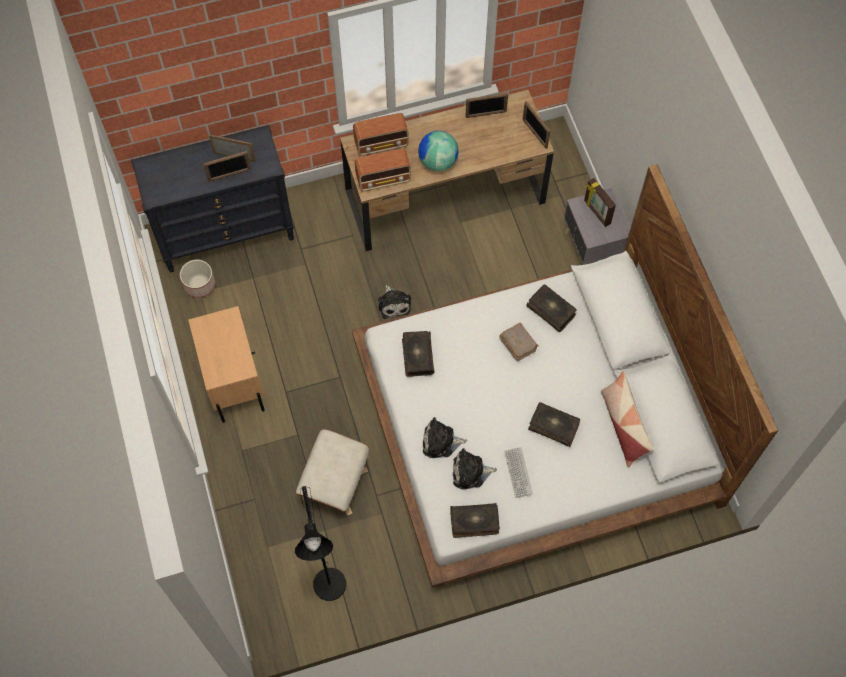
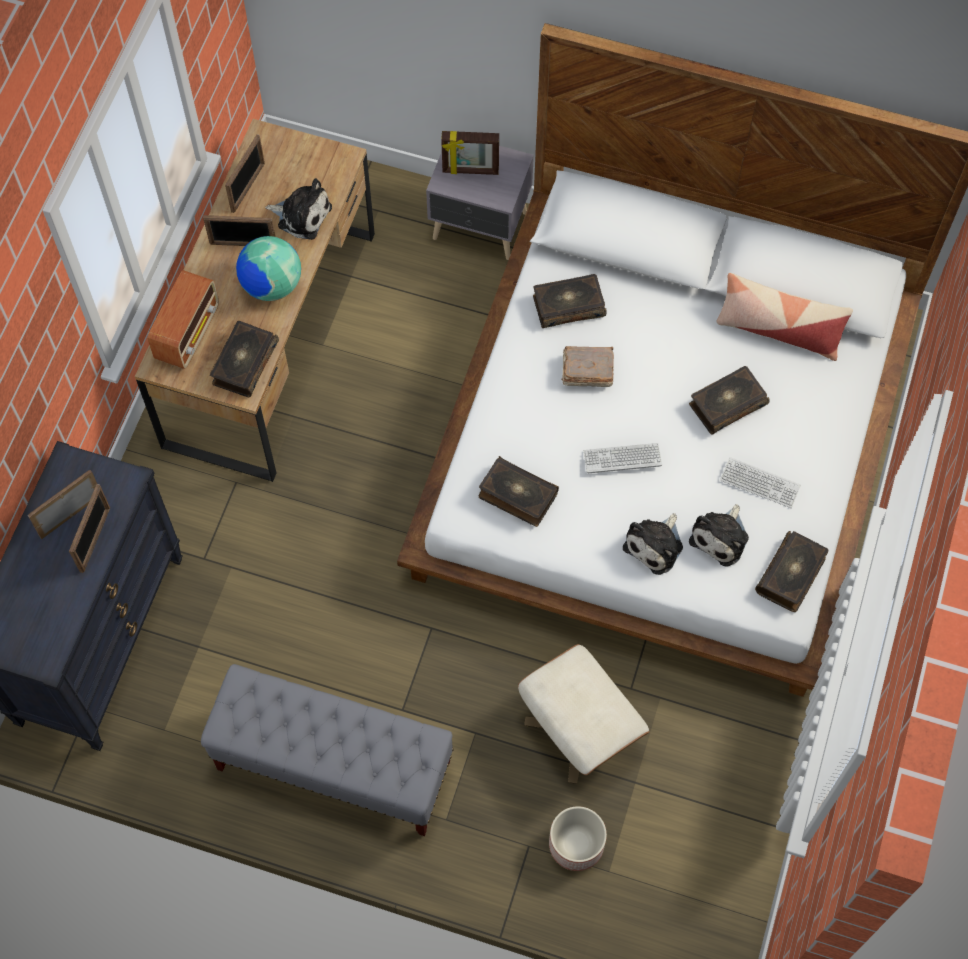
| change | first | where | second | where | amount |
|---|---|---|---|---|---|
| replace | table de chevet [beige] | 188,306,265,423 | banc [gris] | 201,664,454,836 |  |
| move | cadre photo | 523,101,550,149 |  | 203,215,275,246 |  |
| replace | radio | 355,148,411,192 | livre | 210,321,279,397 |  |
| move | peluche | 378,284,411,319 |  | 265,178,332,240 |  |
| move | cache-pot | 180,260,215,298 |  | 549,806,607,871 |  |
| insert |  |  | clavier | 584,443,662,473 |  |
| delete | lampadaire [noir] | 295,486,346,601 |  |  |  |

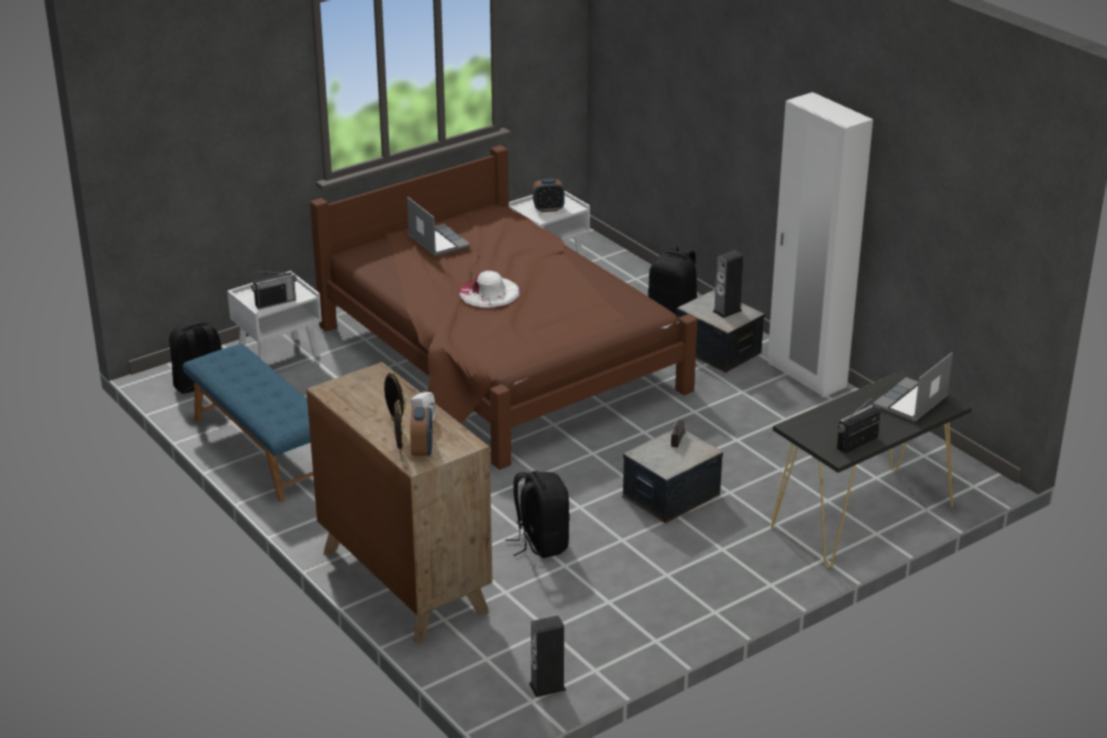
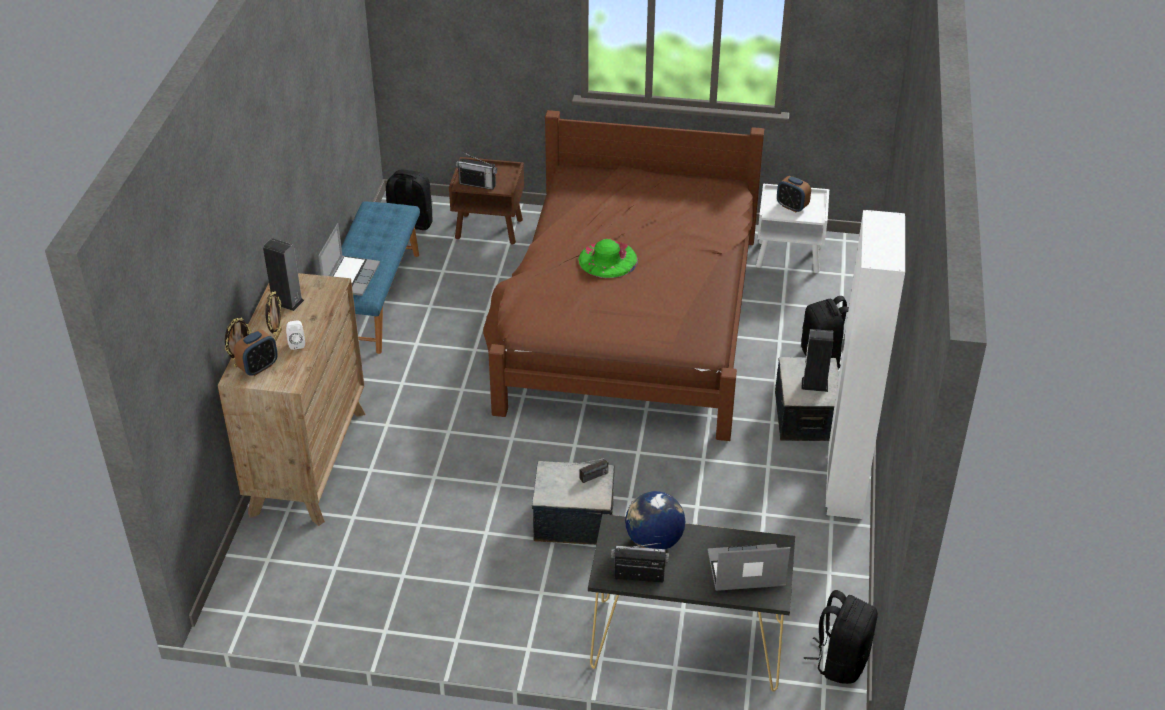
| change | first | where | second | where | amount |
|---|---|---|---|---|---|
| move | enceinte | 529,615,566,697 |  | 263,238,304,311 |  |
| move | ordinateur portable | 407,197,470,256 |  | 318,223,380,296 |  |
| recolor | table de chevet [blanc] | 227,271,322,362 | table de chevet [marron] | 449,157,524,244 |  |
| recolor | chapeau [blanc] | 459,271,520,307 | chapeau [vert] | 578,238,638,278 |  |
| insert |  |  | globe | 625,491,685,549 |  |
| move | sac à dos [noir] | 505,471,570,558 |  | 804,590,878,684 |  |

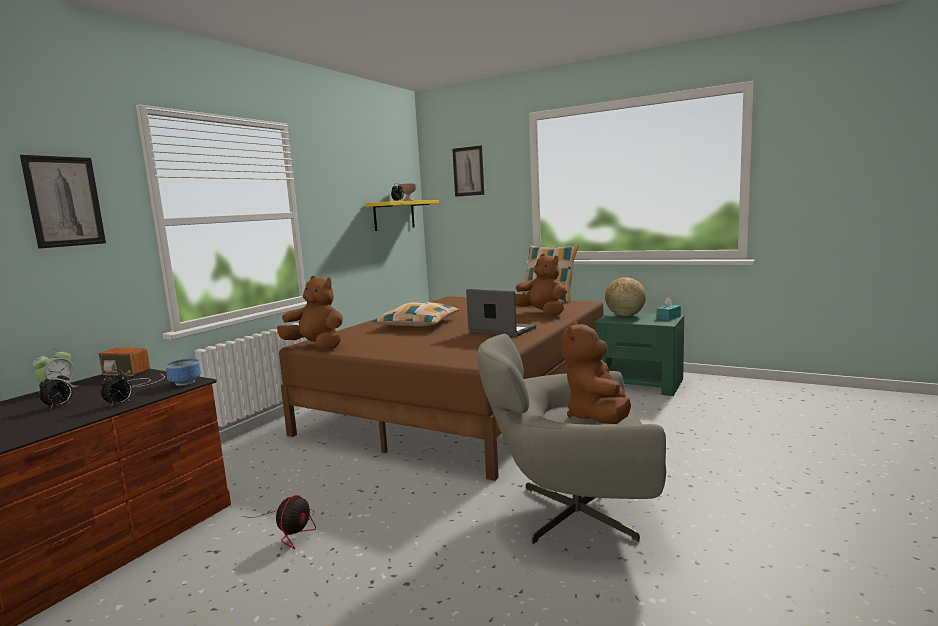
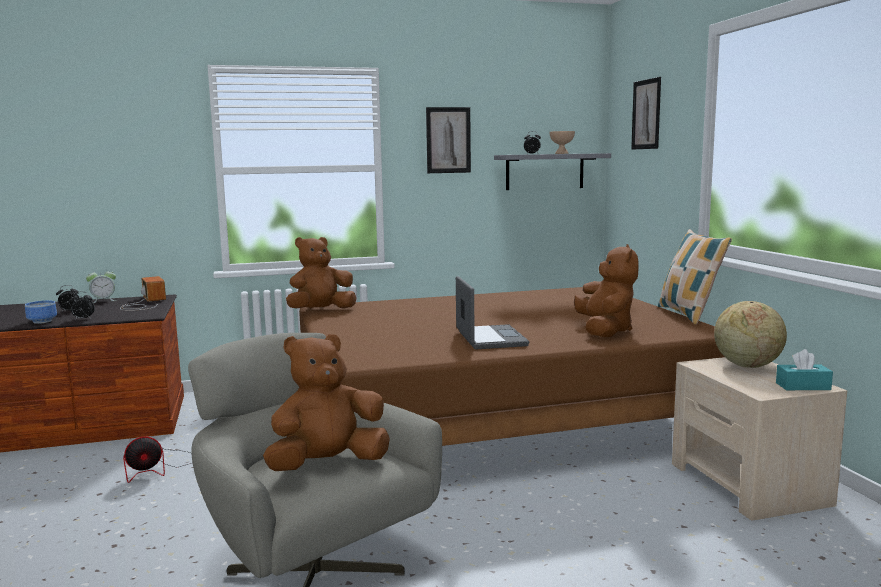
| change | first | where | second | where | amount |
|---|---|---|---|---|---|
| move | bol | 166,358,201,386 |  | 25,301,57,324 |  |
| rotate | peluche [marron] | 277,276,343,349 |  | 286,237,356,309 | 105 degrees counterclockwise |
| move | tableau | 20,155,106,249 |  | 426,107,471,173 |  |
| recolor | étagère [jaune] | 366,200,439,231 | étagère [gris] | 494,153,611,190 |  |
| recolor | table de chevet [vert] | 595,312,684,396 | table de chevet [beige] | 672,357,847,520 |  |
| delete | coussin | 372,302,460,327 |  |  |  |

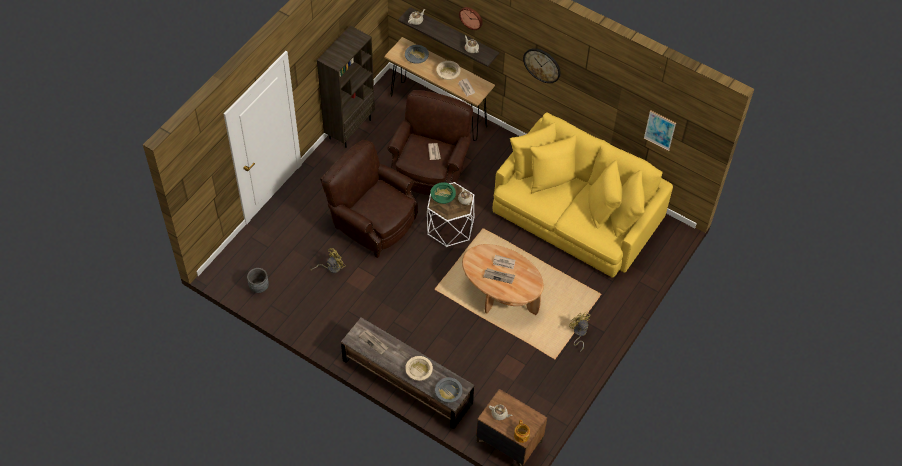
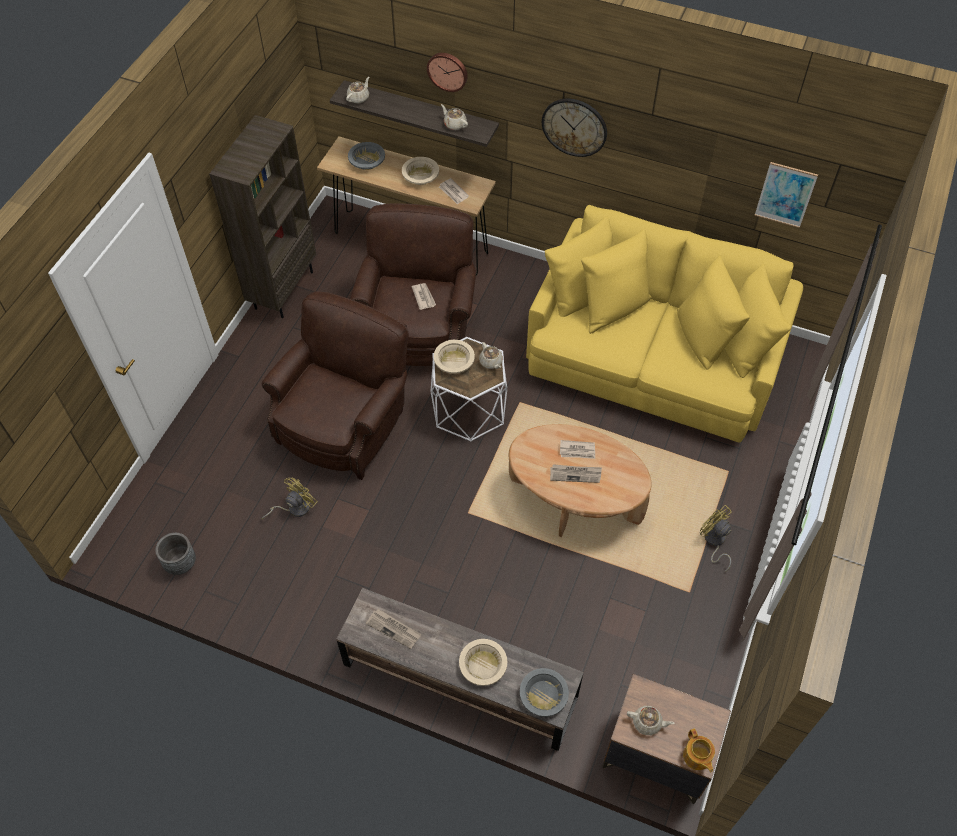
| change | first | where | second | where | amount |
|---|---|---|---|---|---|
| rotate | fauteuil [marron] | 320,140,418,258 |  | 262,291,409,480 | 90 degrees clockwise |
| recolor | bol [vert] | 431,182,456,204 | bol [beige] | 434,340,475,374 |  |

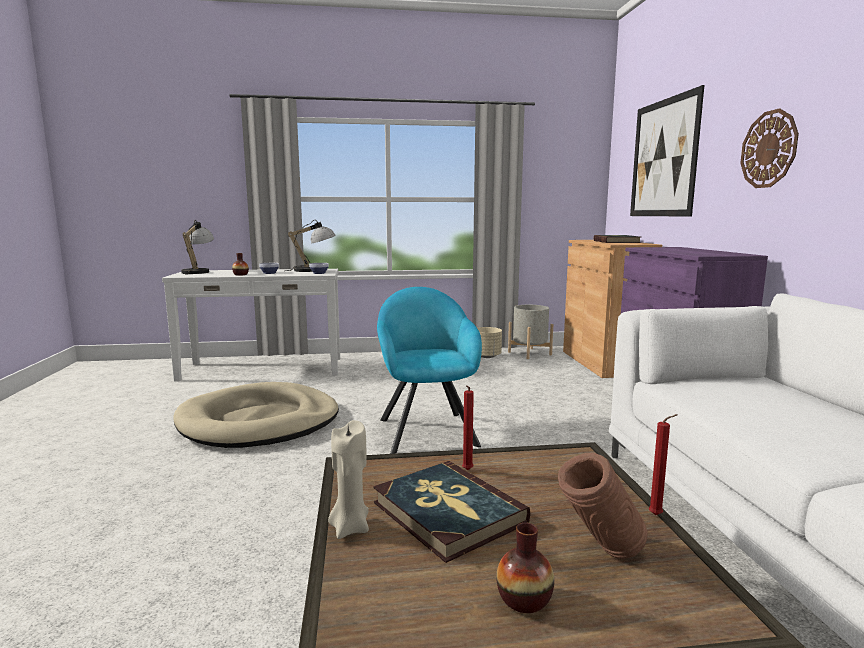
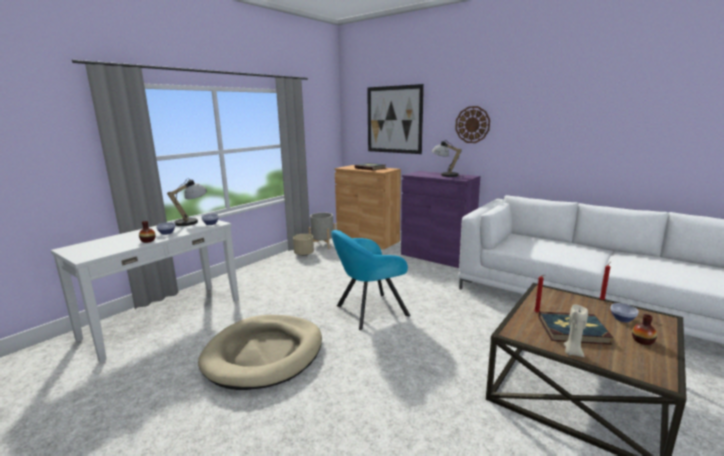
| change | first | where | second | where | amount |
|---|---|---|---|---|---|
| rotate | fauteuil [turquoise] | 377,287,482,454 |  | 331,230,410,330 | 60 degrees counterclockwise |
| move | lampe de table | 181,220,214,275 |  | 432,140,463,177 |  |
| replace | vase [marron] | 558,453,647,559 | bol | 611,303,638,322 |  |

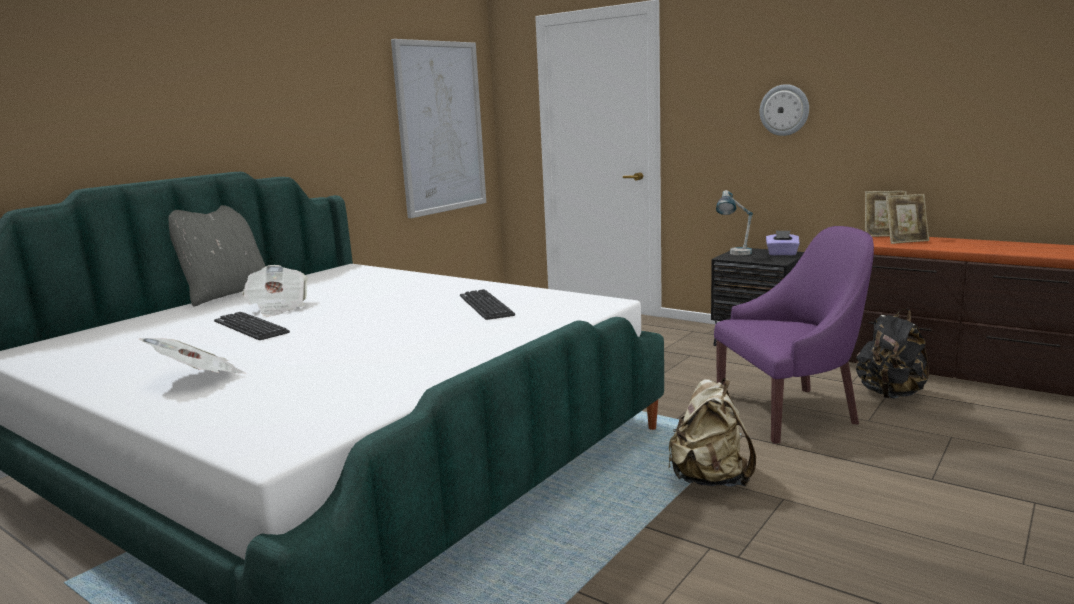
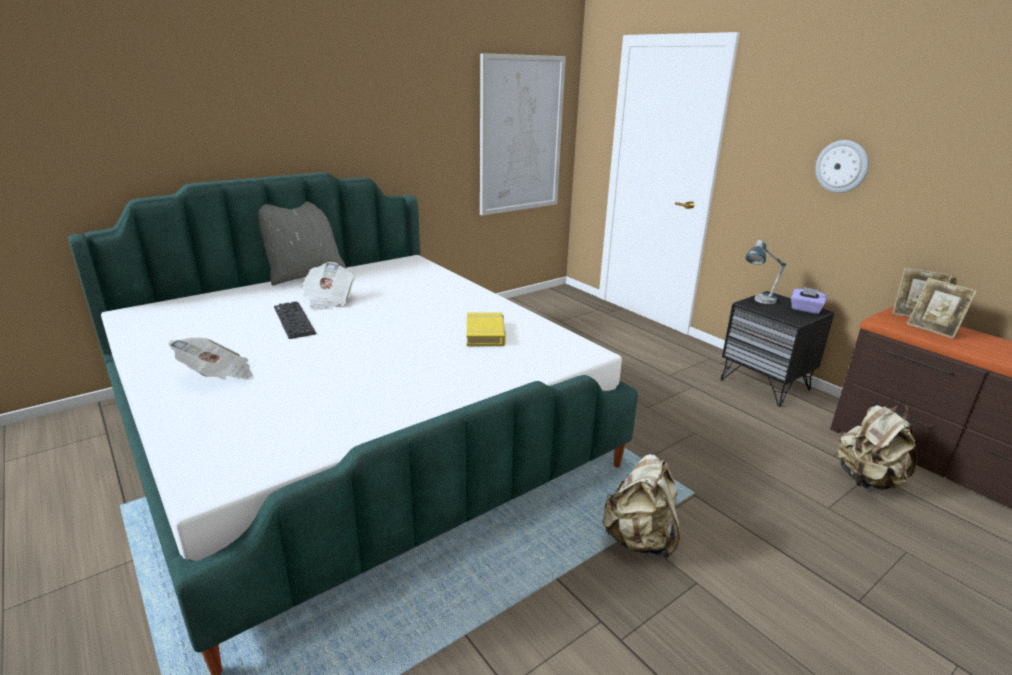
| change | first | where | second | where | amount |
|---|---|---|---|---|---|
| replace | clavier | 460,289,515,320 | livre [jaune] | 467,313,506,346 |  |
| recolor | sac à dos [noir] | 856,308,929,399 | sac à dos [beige] | 838,405,917,490 |  |
| rotate | cadre photo | 886,194,929,244 |  | 907,278,977,339 | 45 degrees clockwise |
| delete | fauteuil [violet] | 714,226,874,444 |  |  |  |

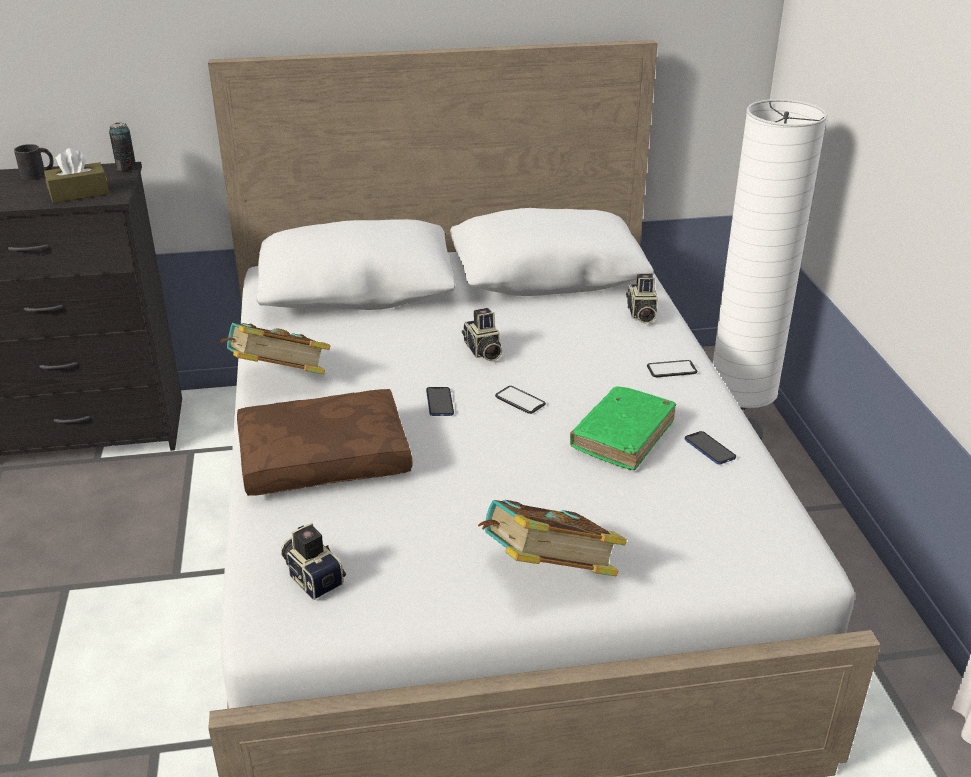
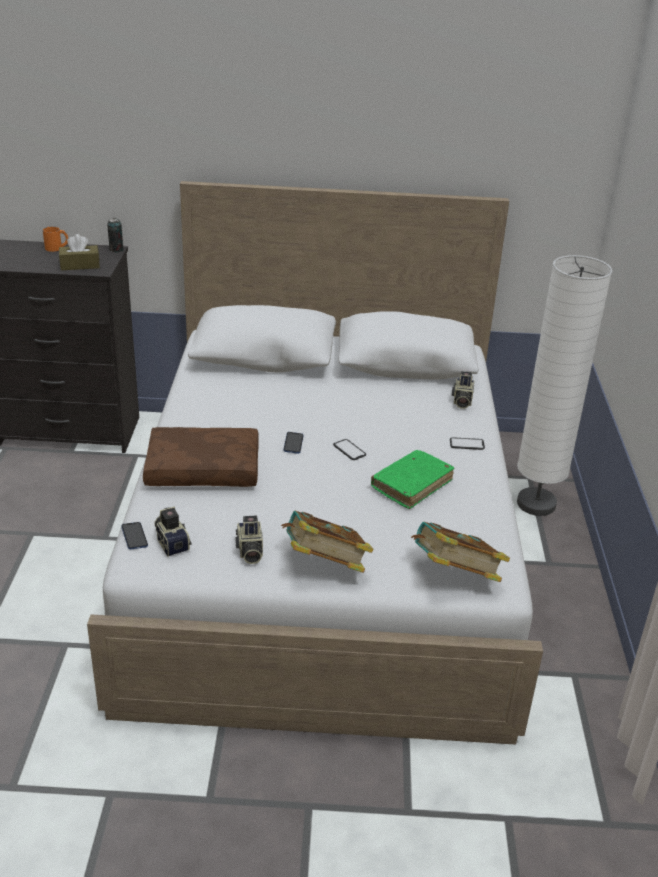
| change | first | where | second | where | amount |
|---|---|---|---|---|---|
| recolor | mug [noir] | 14,144,54,180 | mug [orange] | 43,227,68,252 |  |
| move | téléphone | 685,431,736,465 |  | 121,522,148,549 |  |
| move | appareil photo | 462,308,502,361 |  | 235,515,263,564 |  |
| move | livre | 219,323,331,374 |  | 411,522,510,582 |  |

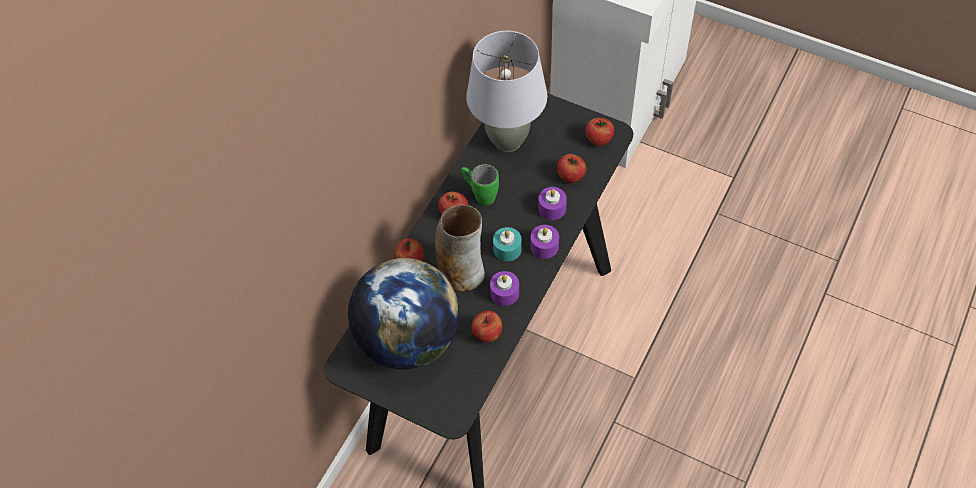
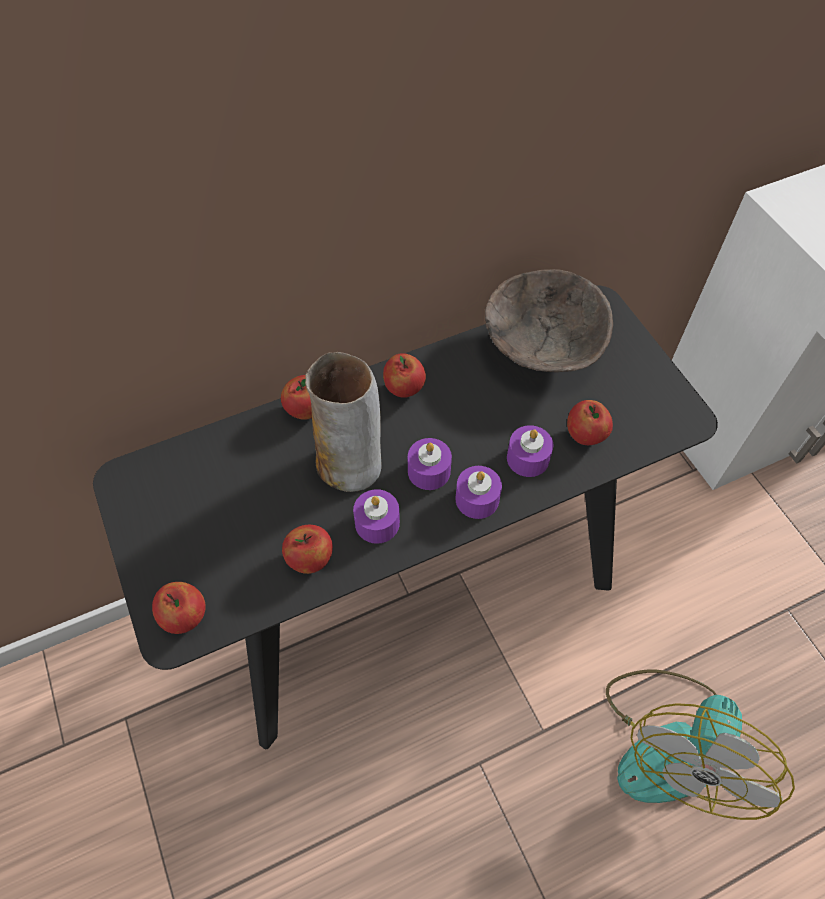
| change | first | where | second | where | amount |
|---|---|---|---|---|---|
| move | pomme | 585,118,614,146 |  | 152,582,206,634 |  |
| recolor | bougie [turquoise] | 493,227,522,261 | bougie [violet] | 408,438,452,490 |  |
| replace | lampe de table [gris] | 466,31,547,152 | bol [marron] | 485,269,613,372 |  |
| insert |  |  | ventilateur | 606,670,795,820 |  |
| delete | globe | 348,258,460,369 |  |  |  |
| delete | mug [vert] | 461,164,499,206 |  |  |  |

